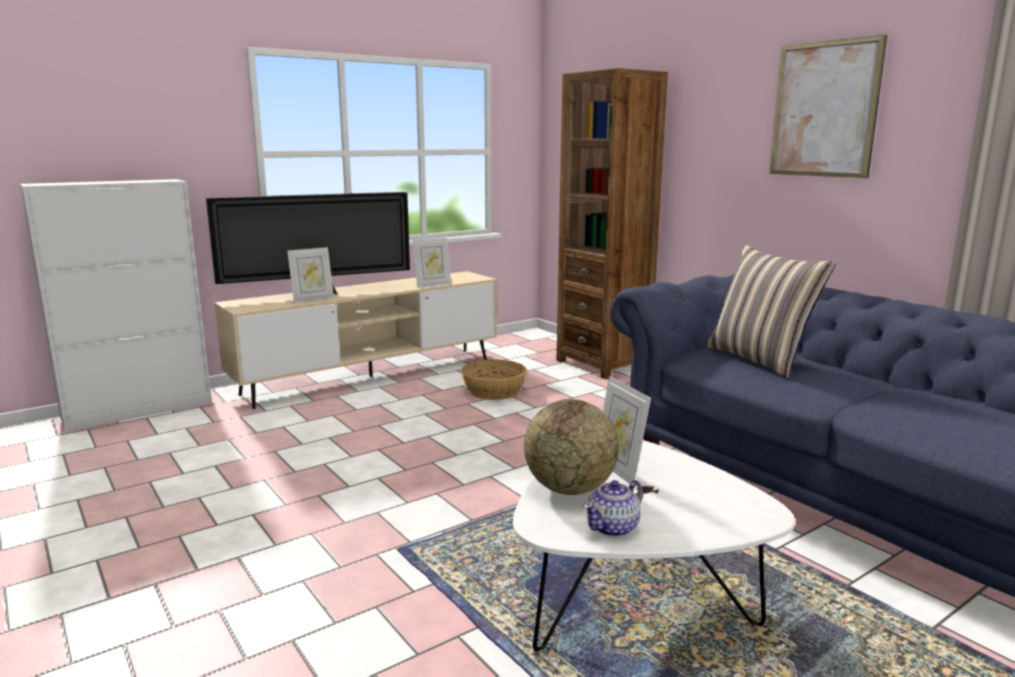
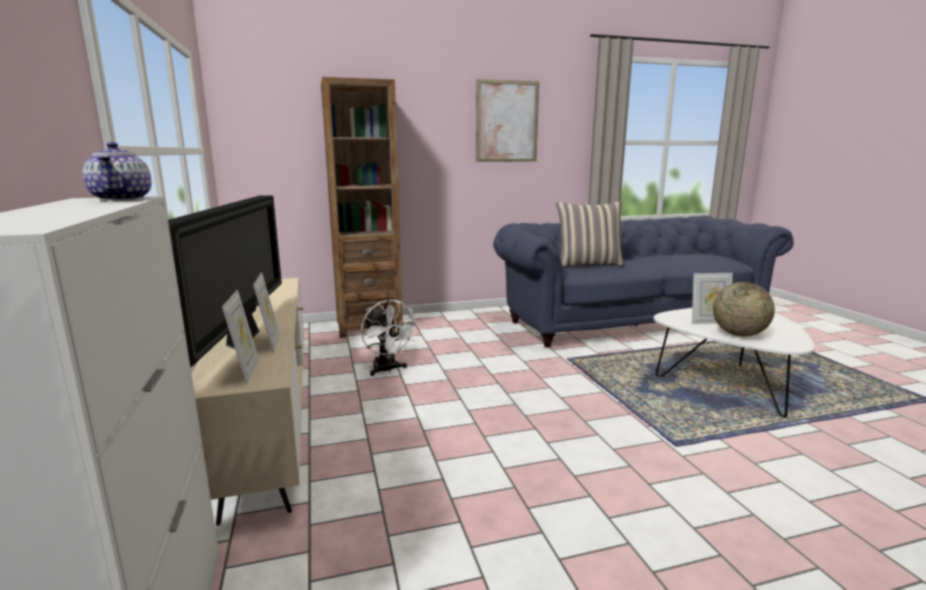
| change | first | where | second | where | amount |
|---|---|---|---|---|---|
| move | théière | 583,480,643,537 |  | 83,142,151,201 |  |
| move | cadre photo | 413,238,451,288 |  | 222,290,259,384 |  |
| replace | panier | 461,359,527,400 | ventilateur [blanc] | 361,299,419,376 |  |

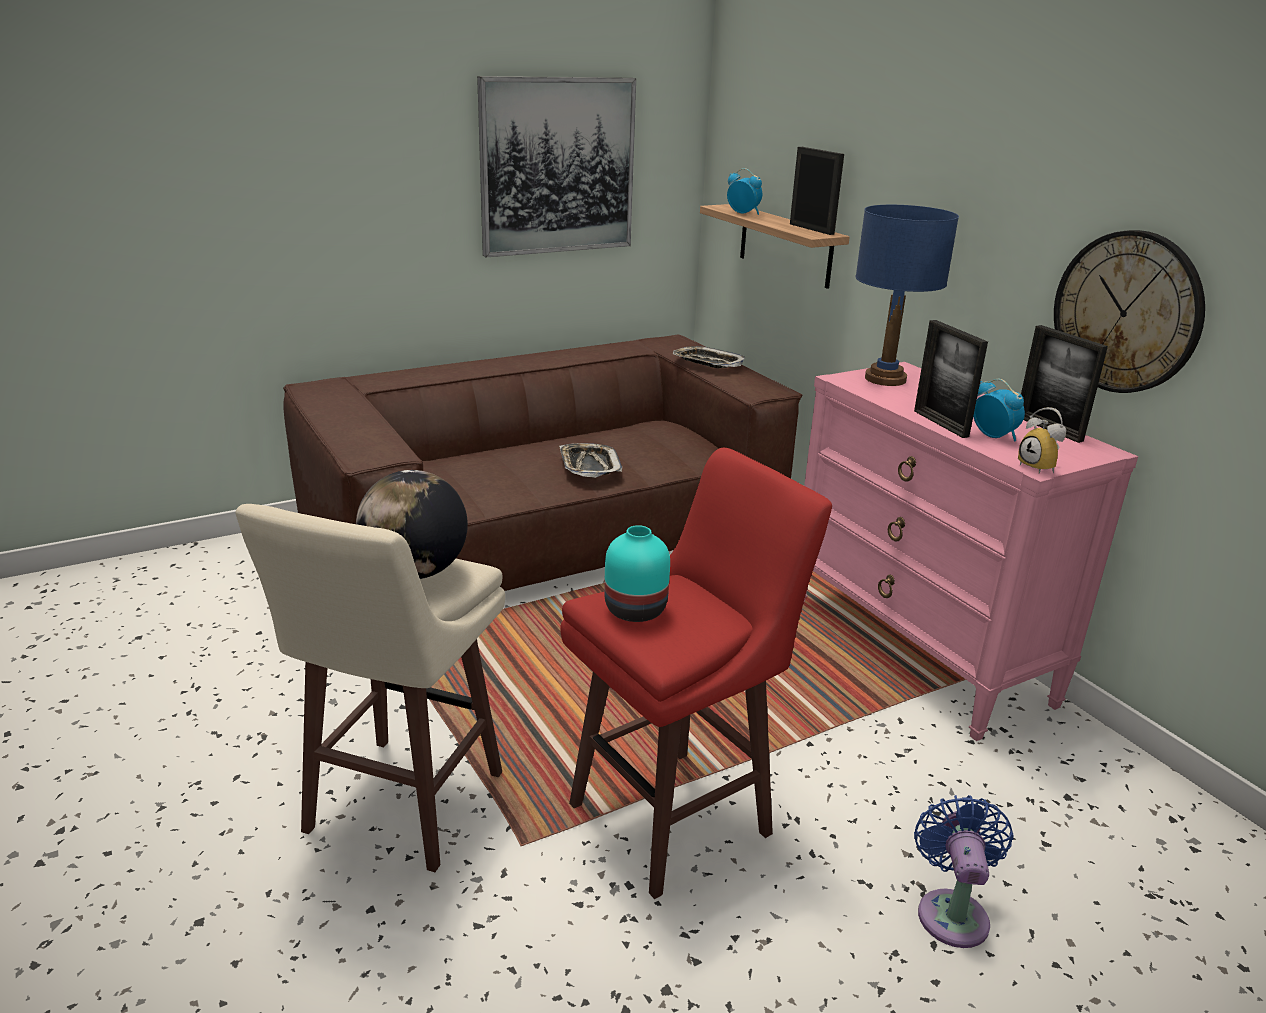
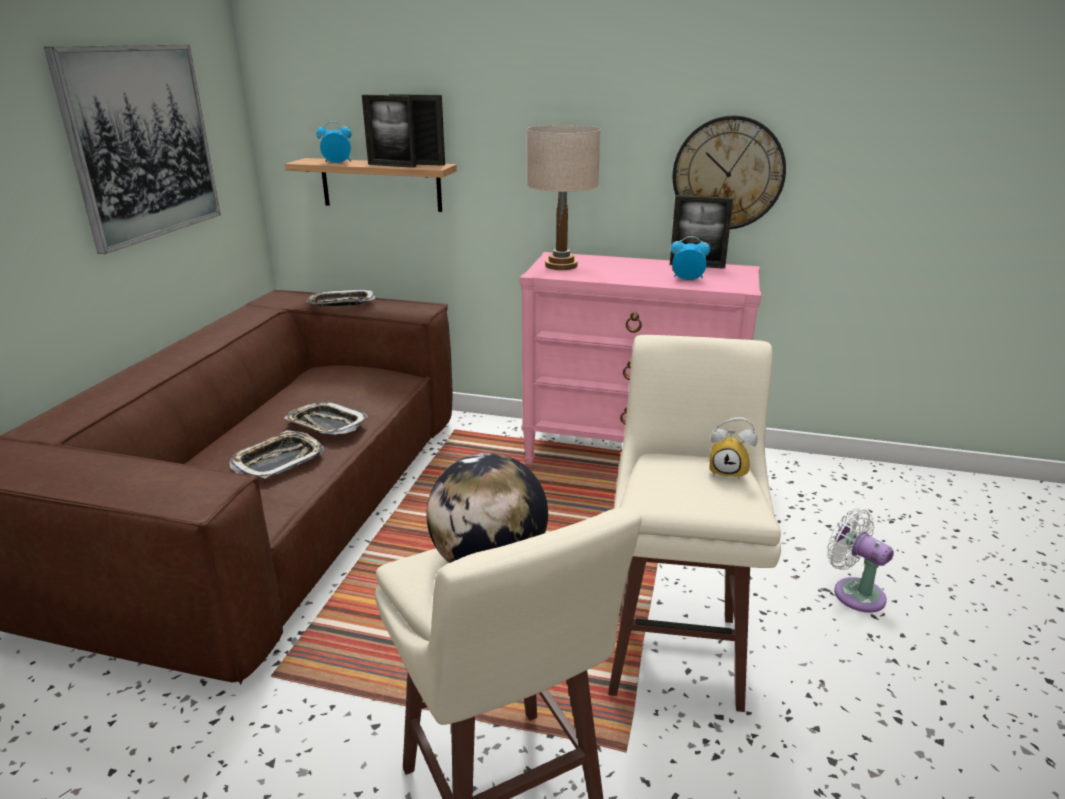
| change | first | where | second | where | amount |
|---|---|---|---|---|---|
| insert |  |  | plateau | 229,430,324,479 |  |
| move | cadre photo | 914,320,988,438 |  | 362,95,416,168 |  |
| recolor | lampe de table [bleu] | 855,205,959,386 | lampe de table [beige] | 527,125,601,270 |  |
| recolor | tabouret [rouge] | 560,448,832,899 | tabouret [beige] | 609,335,781,712 |  |
| move | réveil | 1018,407,1066,474 |  | 710,417,757,479 |  |
| recolor | ventilateur [bleu] | 914,795,1013,948 | ventilateur [blanc] | 827,508,894,613 |  |
| delete | vase [turquoise] | 604,525,670,622 |  |  |  |

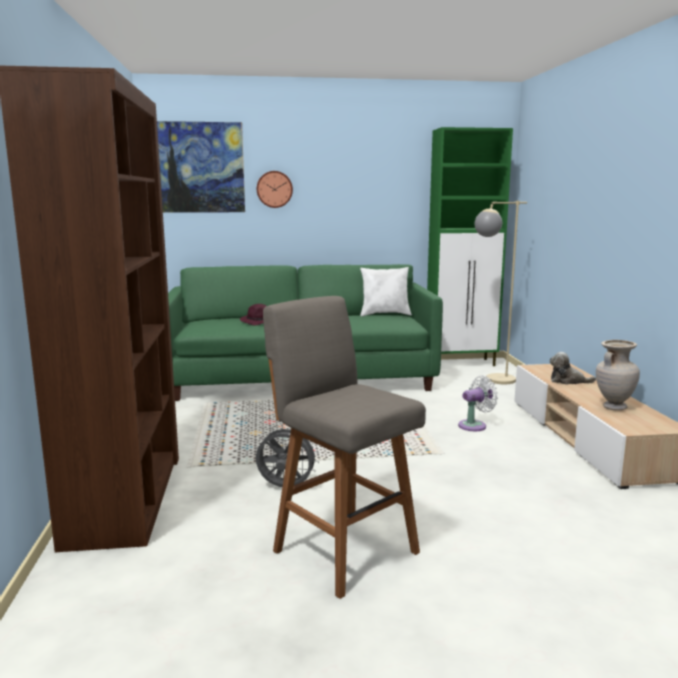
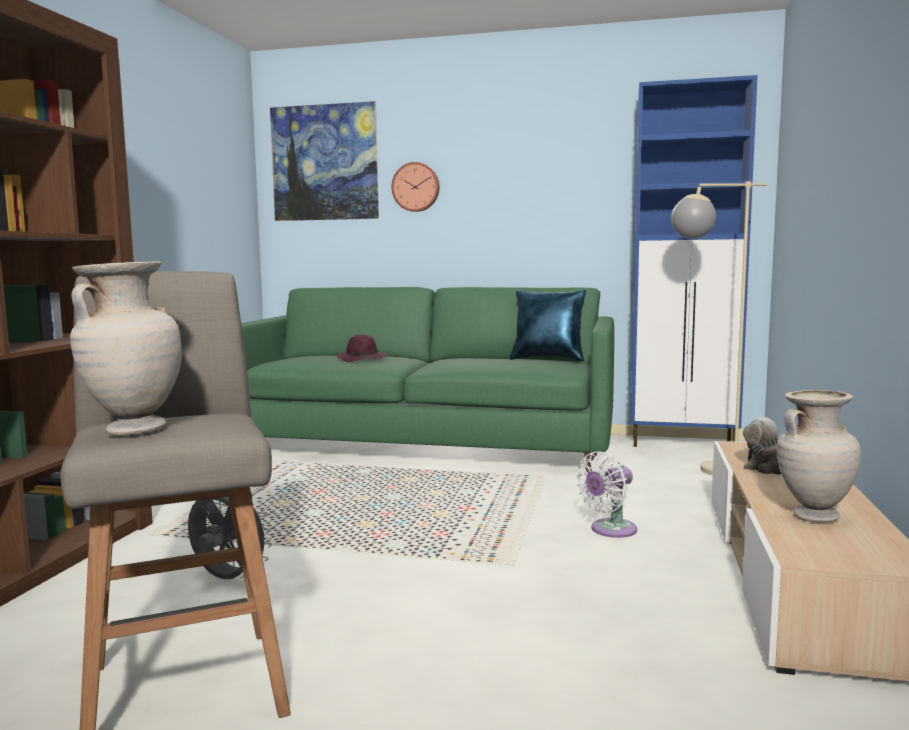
| change | first | where | second | where | amount |
|---|---|---|---|---|---|
| insert |  |  | vase [beige] | 70,261,182,436 |  |
| recolor | coussin [blanc] | 360,267,412,316 | coussin [bleu] | 509,290,586,361 |  |
| rotate | ventilateur [blanc] | 458,375,498,431 |  | 576,451,637,538 | 150 degrees clockwise |
| recolor | meuble de rangement [vert] | 427,127,513,366 | meuble de rangement [bleu] | 631,75,758,447 |  |

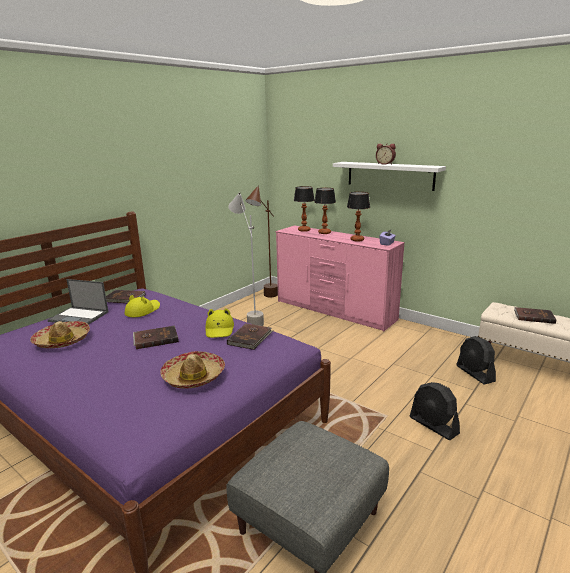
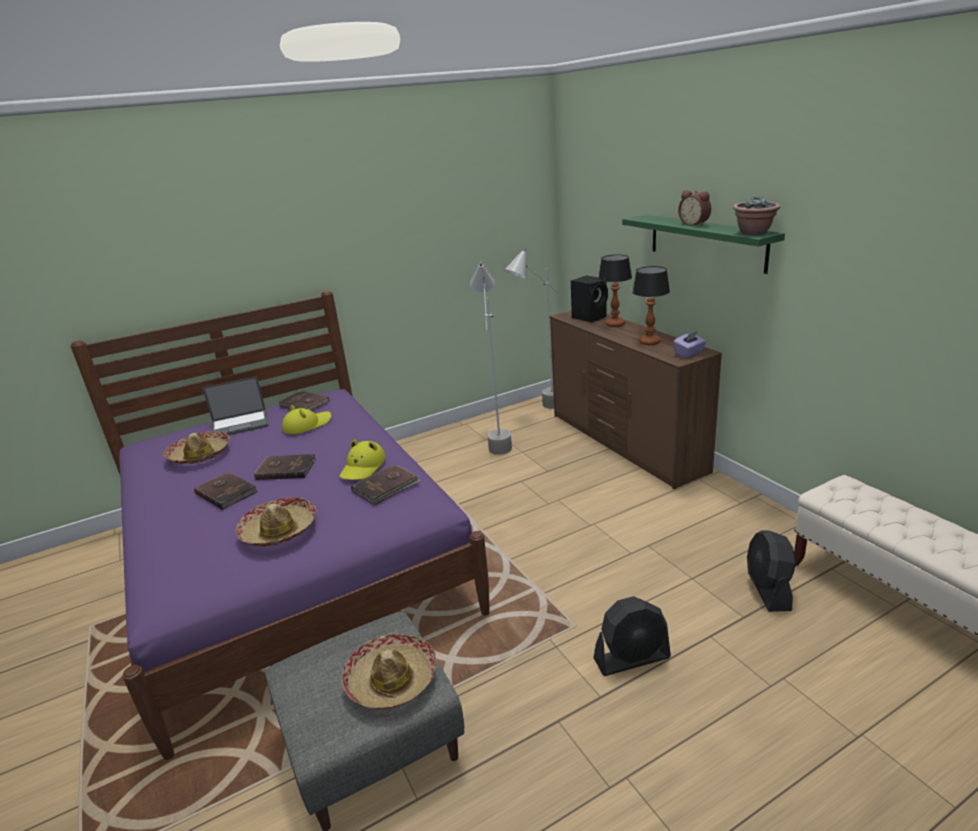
| change | first | where | second | where | amount |
|---|---|---|---|---|---|
| move | livre [marron] | 514,307,556,324 |  | 194,472,258,510 |  |
| rotate | ordinateur portable | 48,279,108,325 |  | 202,376,268,435 | 60 degrees counterclockwise |
| insert |  |  | chapeau | 341,633,436,710 |  |
| recolor | lampadaire [marron] | 245,185,278,297 | lampadaire [gris] | 504,248,558,409 |  |
| recolor | commode [rose] | 276,225,405,331 | commode [marron] | 549,310,722,489 |  |
| replace | lampe de table | 294,186,314,232 | enceinte [noir] | 571,275,608,322 |  |
| rotate | ventilateur [noir] | 410,382,460,440 |  | 593,596,671,676 | 90 degrees counterclockwise |
| recolor | étagère [blanc] | 333,162,446,191 | étagère [vert] | 622,215,785,274 |  |
| insert |  |  | plante en pot | 733,196,780,235 |  |

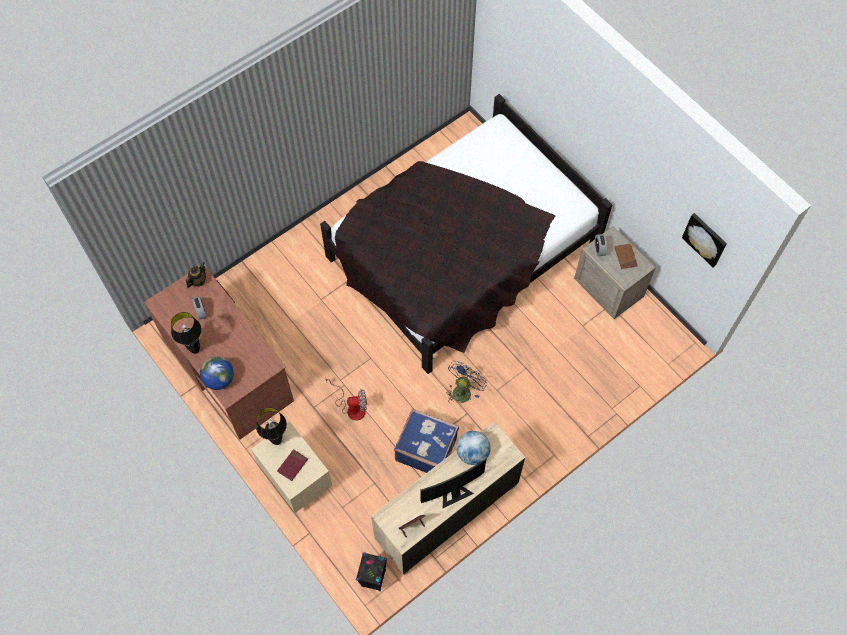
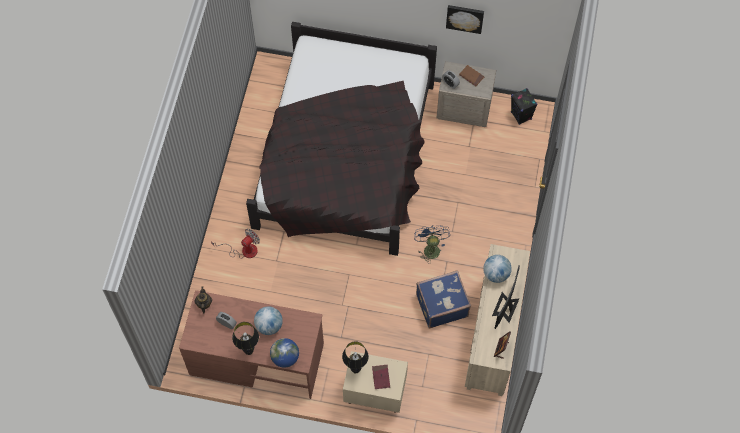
| change | first | where | second | where | amount |
|---|---|---|---|---|---|
| move | ventilateur | 326,379,367,421 |  | 211,229,260,259 |  |
| insert |  |  | globe | 254,307,283,335 |  |
| move | tableau | 682,213,727,267 |  | 446,5,484,34 |  |
| move | enceinte [noir] | 356,552,387,592 |  | 511,88,537,125 |  |

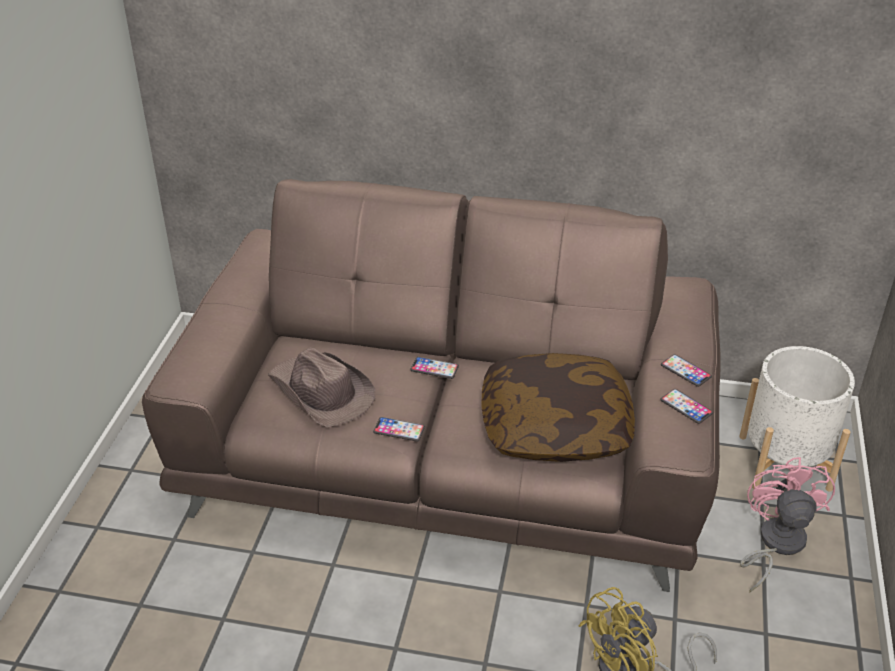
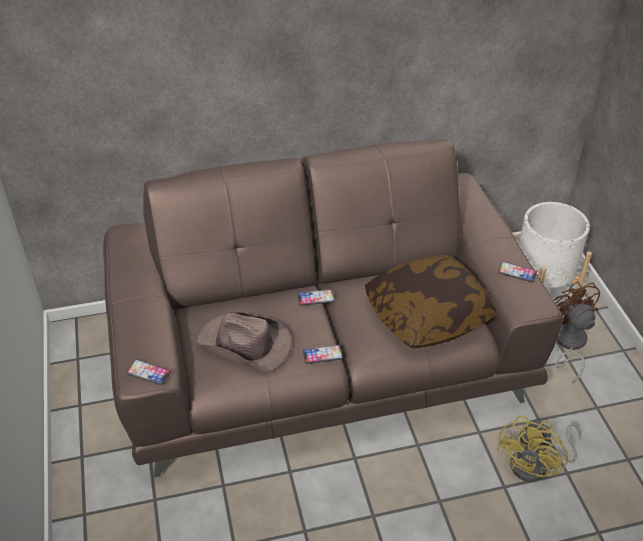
| change | first | where | second | where | amount |
|---|---|---|---|---|---|
| move | téléphone | 661,354,712,387 |  | 126,359,171,385 |  |
| recolor | ventilateur [rose] | 740,457,835,592 | ventilateur [marron] | 554,281,600,383 |  |

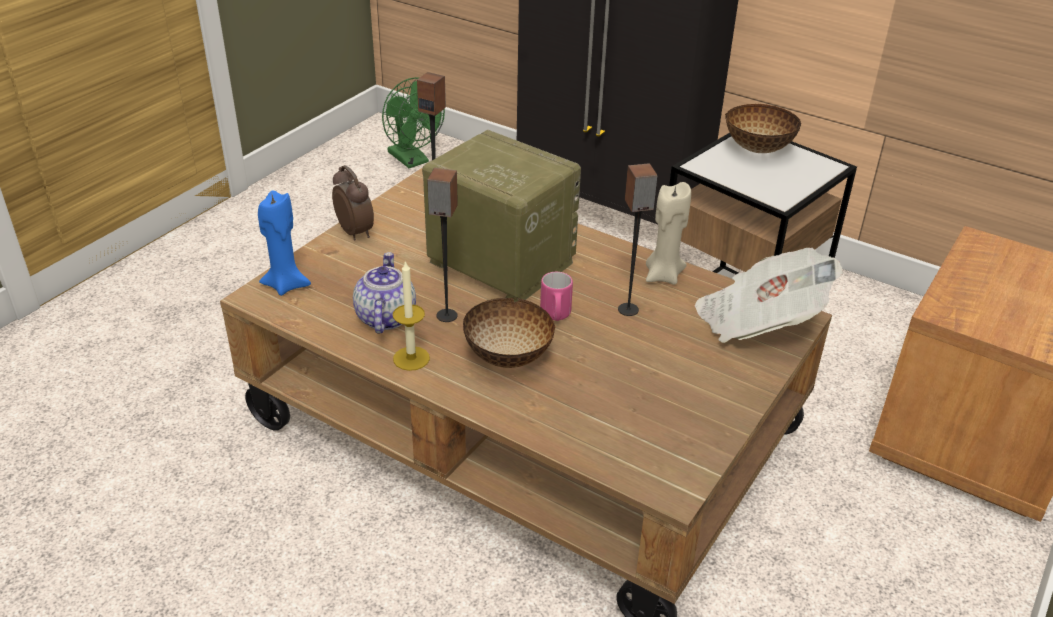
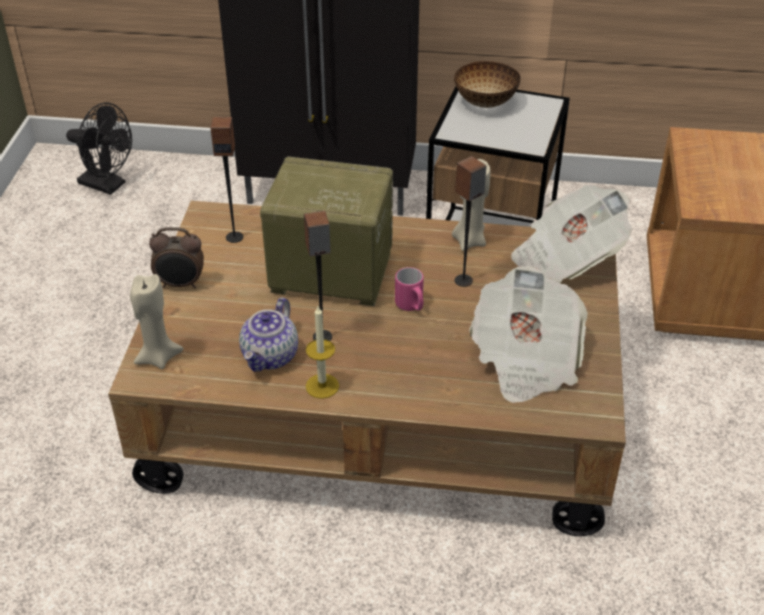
| change | first | where | second | where | amount |
|---|---|---|---|---|---|
| recolor | ventilateur [vert] | 382,77,445,168 | ventilateur [noir] | 66,103,132,195 |  |
| recolor | bougie [bleu] | 258,191,311,296 | bougie [beige] | 130,274,184,369 |  |
| rotate | réveil | 332,165,374,240 |  | 149,227,204,288 | 150 degrees clockwise |
| rotate | théière | 353,252,416,334 |  | 239,298,298,372 | 135 degrees counterclockwise |
| insert |  |  | journal | 469,266,588,403 |  |
| delete | bol | 463,298,555,368 |  |  |  |

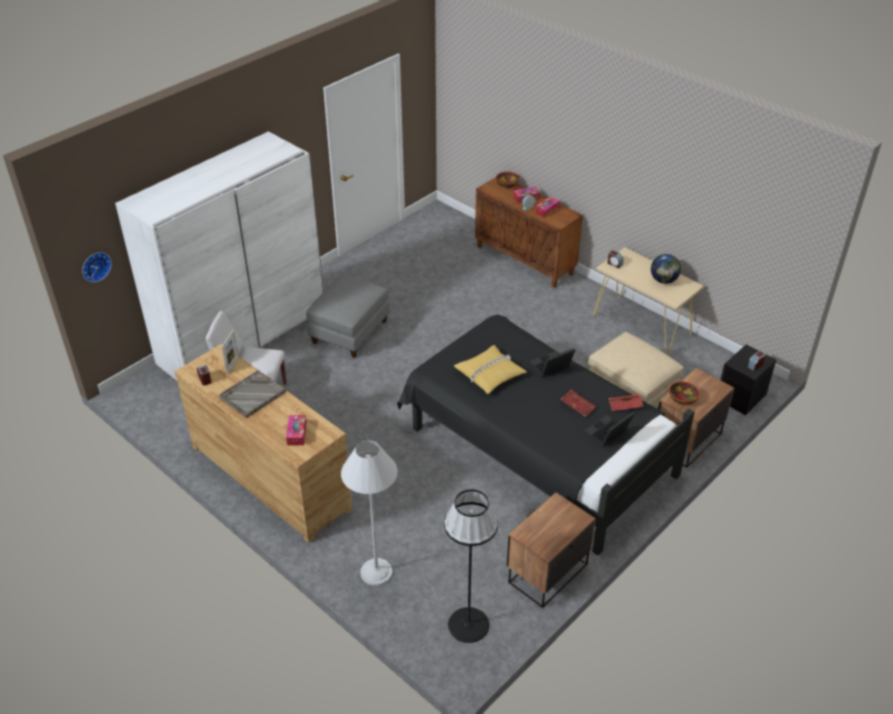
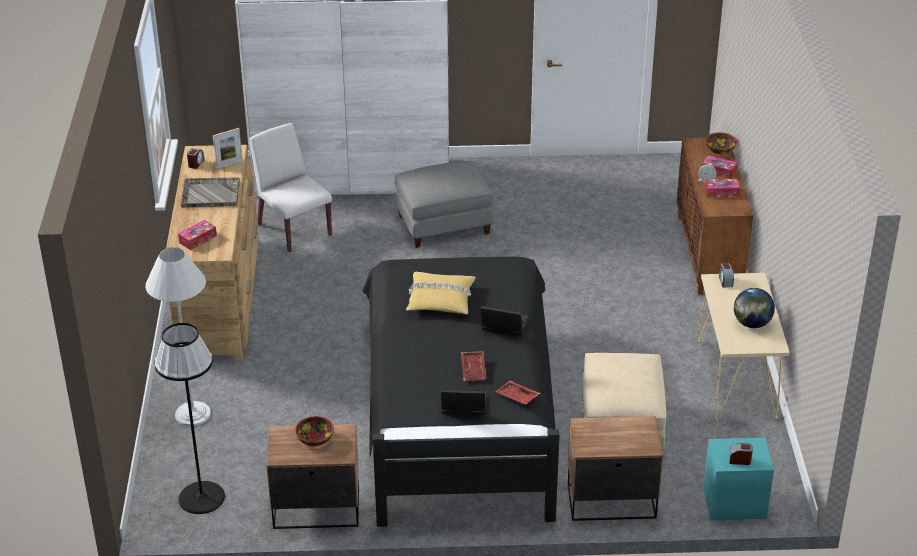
| change | first | where | second | where | amount |
|---|---|---|---|---|---|
| move | bol | 669,381,699,405 |  | 295,416,334,446 |  |
| recolor | table de chevet [noir] | 721,344,776,415 | table de chevet [turquoise] | 703,438,774,520 |  |
| delete | horloge murale | 82,252,112,282 |  |  |  |

